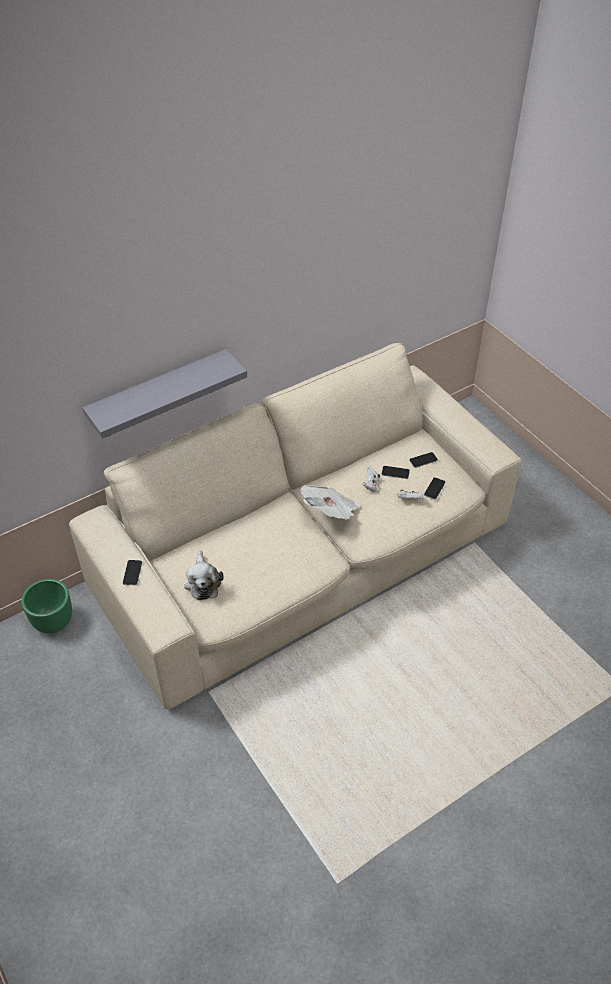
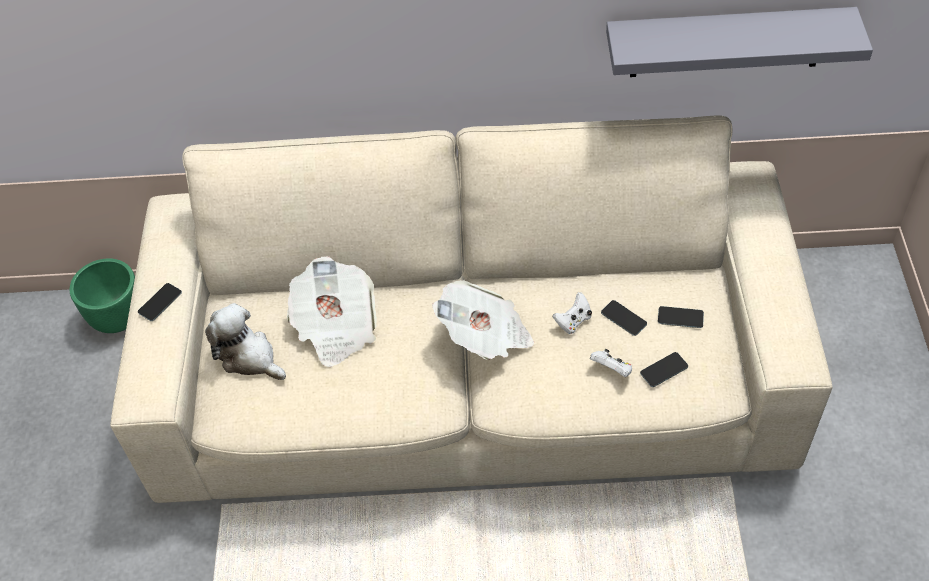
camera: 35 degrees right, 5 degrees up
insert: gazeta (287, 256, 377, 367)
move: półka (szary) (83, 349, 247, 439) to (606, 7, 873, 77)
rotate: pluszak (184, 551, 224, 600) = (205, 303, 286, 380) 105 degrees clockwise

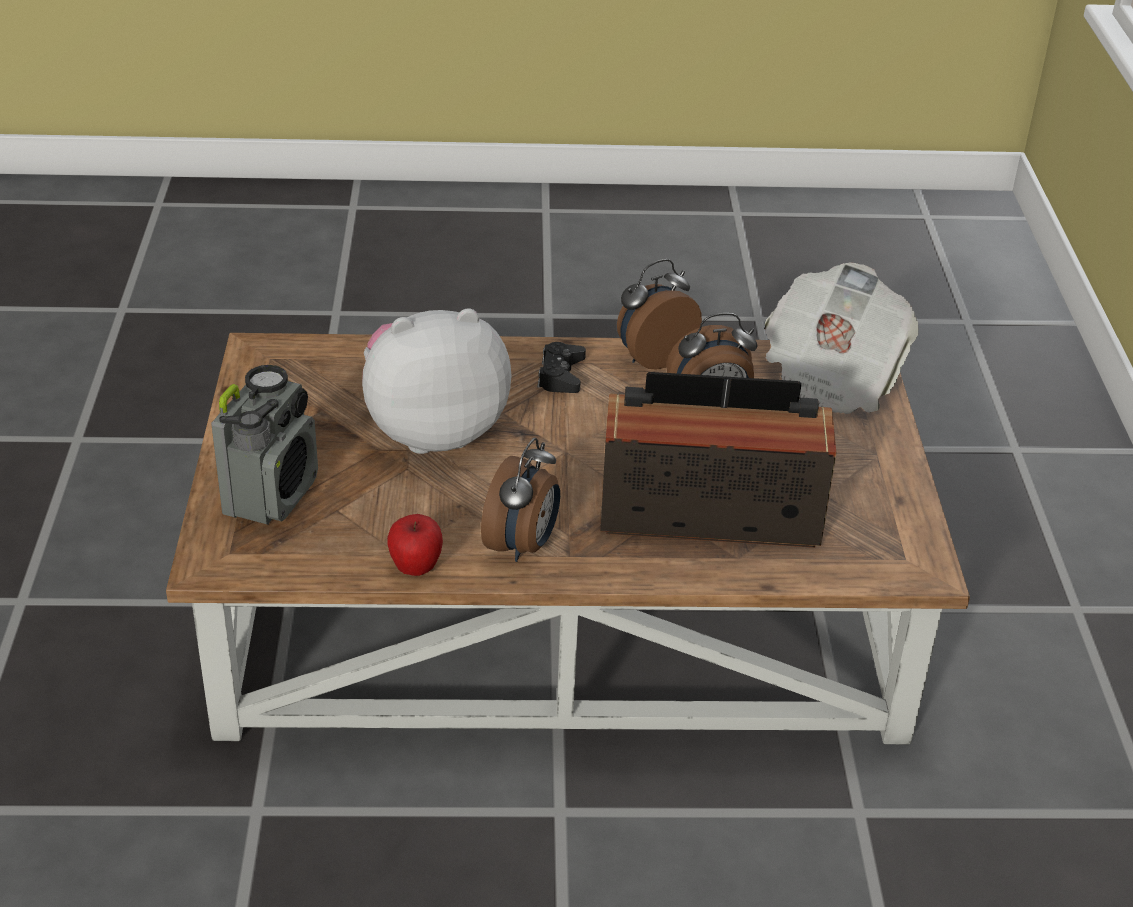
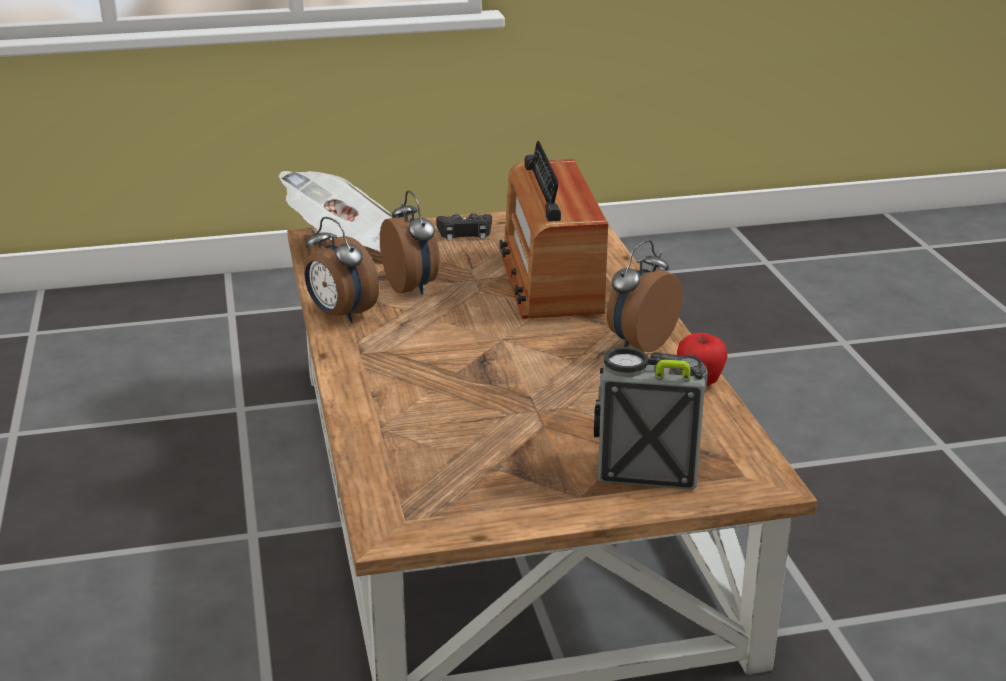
camera: 100 degrees left, 10 degrees down
delete: pluszak (362, 308, 512, 454)
move: pad do gier (czarny) (537, 342, 586, 393) to (436, 213, 492, 240)
rotate: budzik (481, 438, 560, 562) = (607, 240, 683, 352) 60 degrees counterclockwise

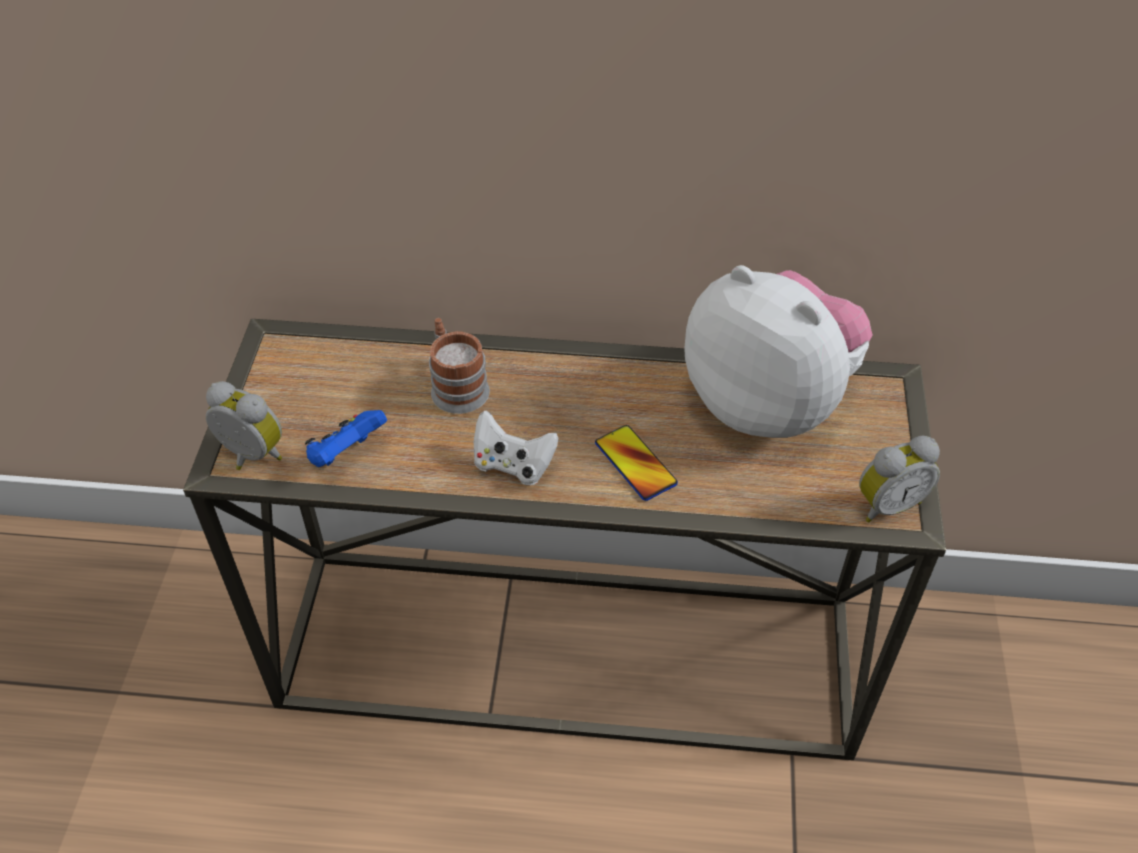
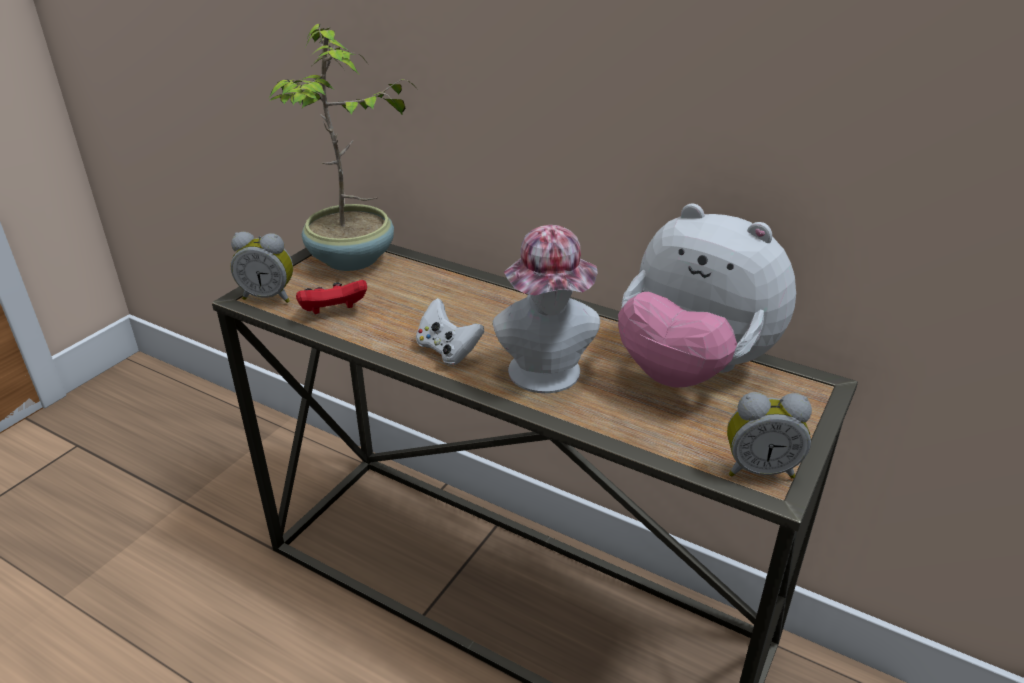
camera: 25 degrees right, 15 degrees down
delete: kubek (429, 318, 490, 414)
insert: roślina doniczkowa (269, 24, 416, 271)
replace: telefon (595, 425, 678, 501) to kapelusz (493, 225, 600, 393)
recolor: pad do gier (niebieski) (305, 410, 387, 467) to pad do gier (czerwony) (296, 280, 367, 314)
rotate: budzik (206, 381, 282, 470) = (230, 232, 293, 303) 135 degrees clockwise; pluszak (684, 265, 873, 438) = (618, 203, 796, 387) 150 degrees clockwise

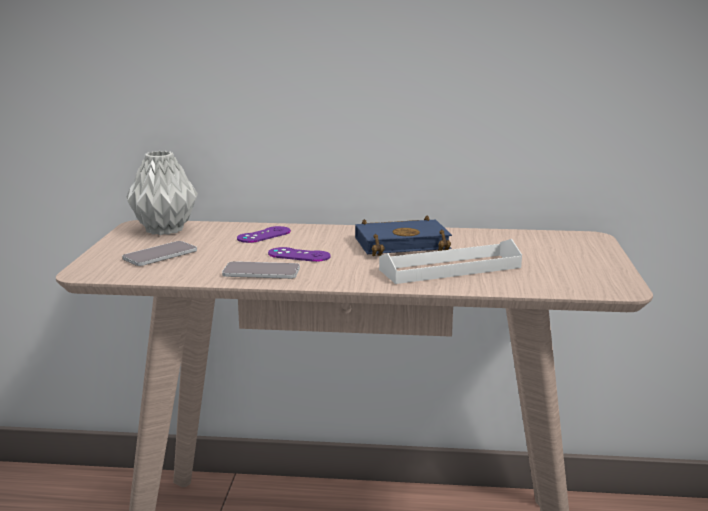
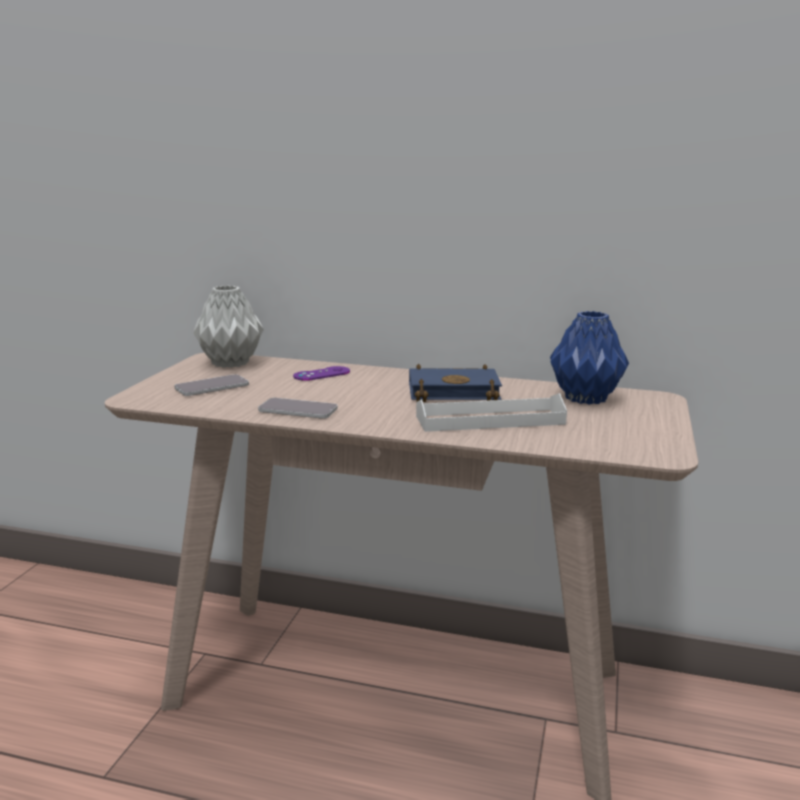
camera: 10 degrees right, 0 degrees up
delete: pad do gier (fioletowy) (268, 247, 331, 262)
insert: wazon (niebieski) (550, 311, 629, 405)

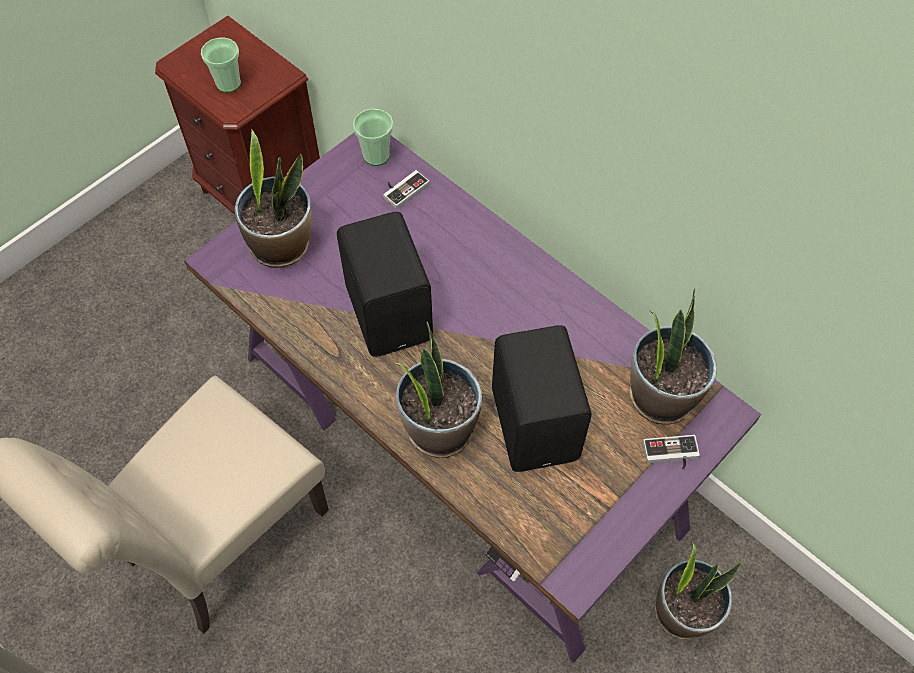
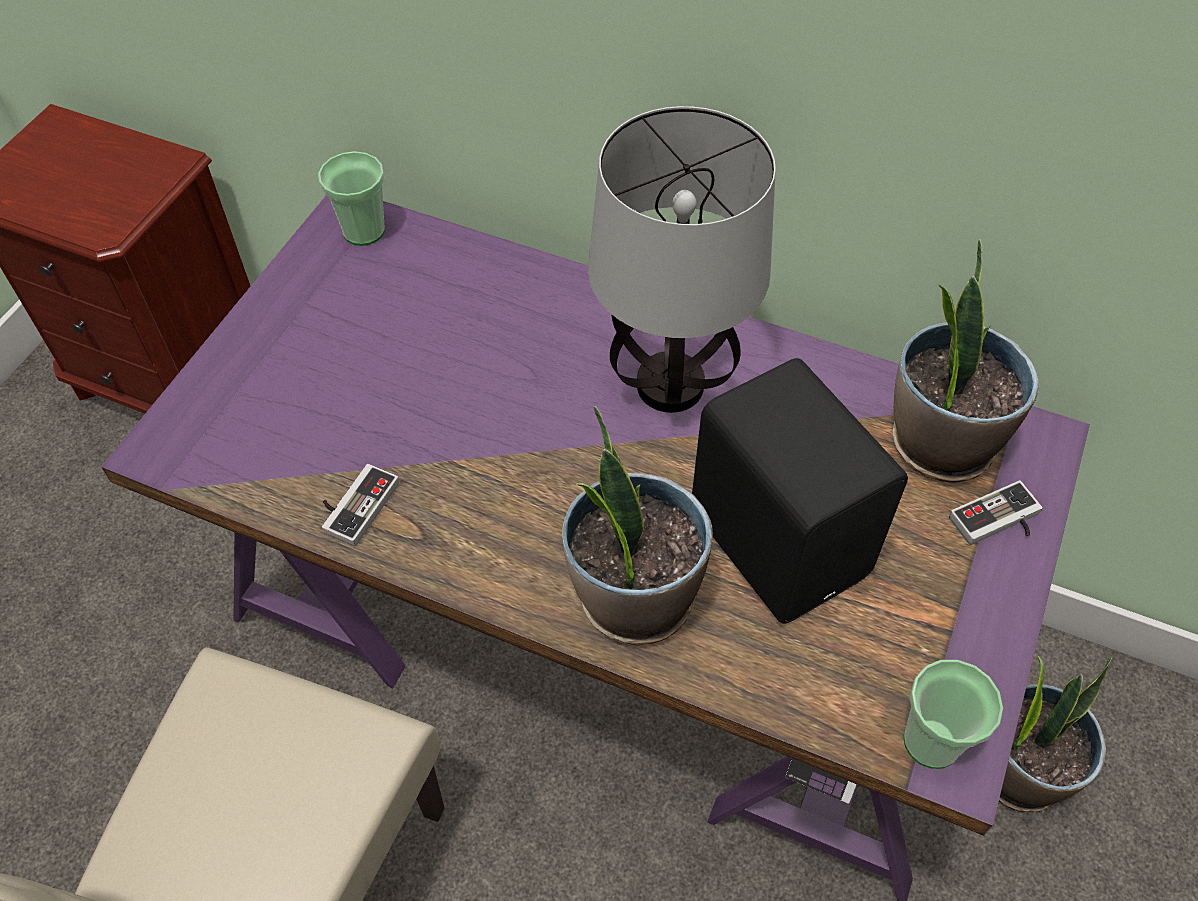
camera: 20 degrees left, 5 degrees down
delete: roślina doniczkowa (235, 130, 312, 268); głośnik (czarny) (337, 211, 433, 357)
insert: lampa stołowa (588, 106, 776, 413)
move: filiżanka (201, 37, 241, 93) to (903, 660, 1003, 769); pad do gier (383, 170, 430, 209) to (322, 464, 399, 546)

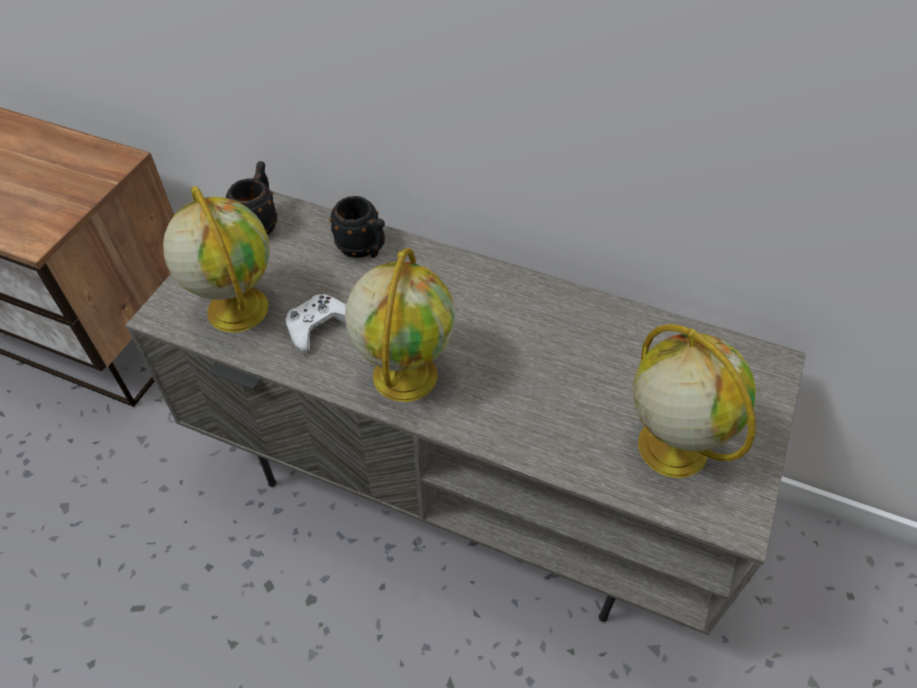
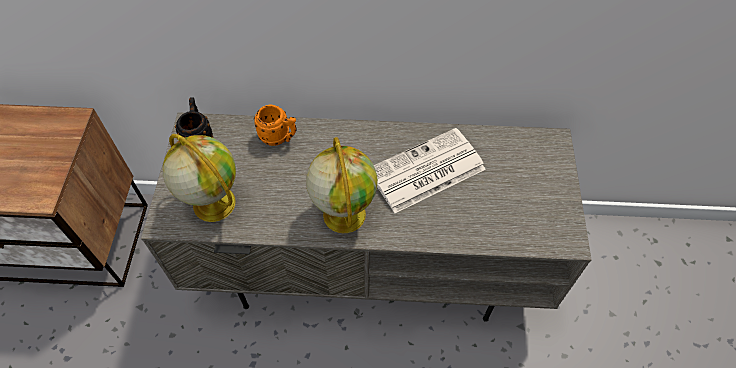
camera: 20 degrees left, 5 degrees up
delete: pad do gier (biały) (286, 294, 346, 354); globus (633, 324, 756, 478)
insert: gazeta (374, 128, 486, 213)
recolor: kubek (czarny) (329, 196, 385, 258) to kubek (pomarańczowy) (254, 105, 296, 146)

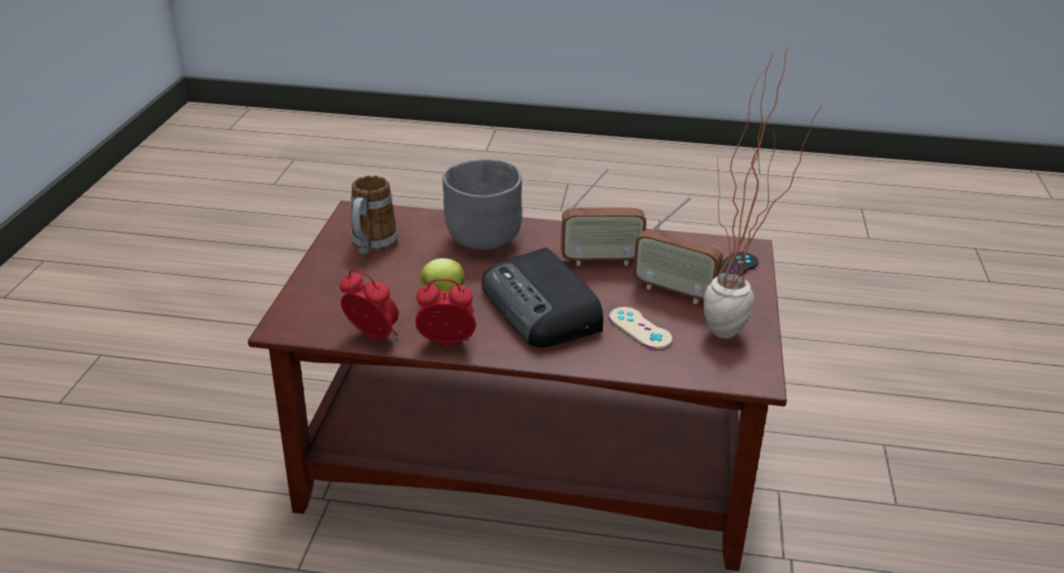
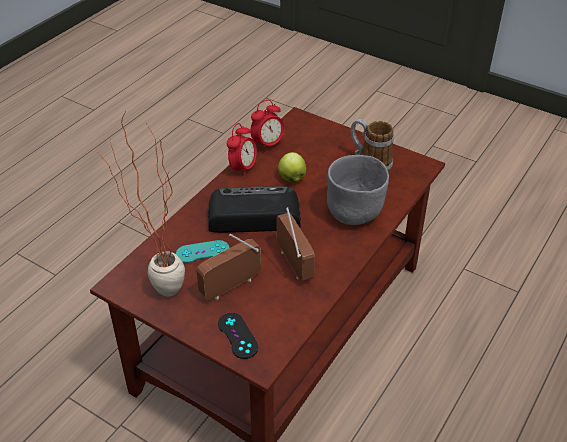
camera: 115 degrees right, 10 degrees up
recolor: pad do gier (beżowy) (609, 307, 672, 349) to pad do gier (turkusowy) (176, 240, 229, 263)
rotate: radio (561, 167, 647, 266) = (277, 207, 315, 282) 135 degrees clockwise

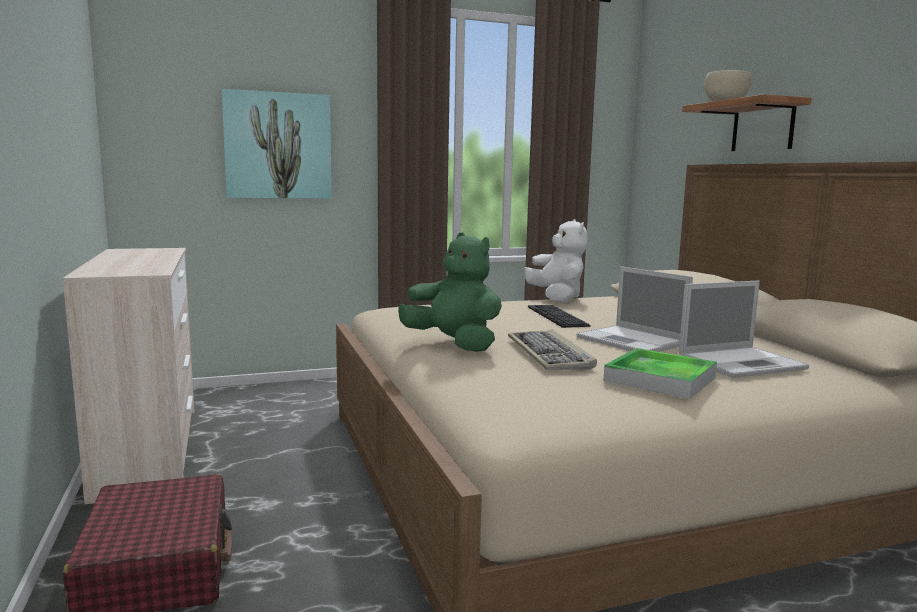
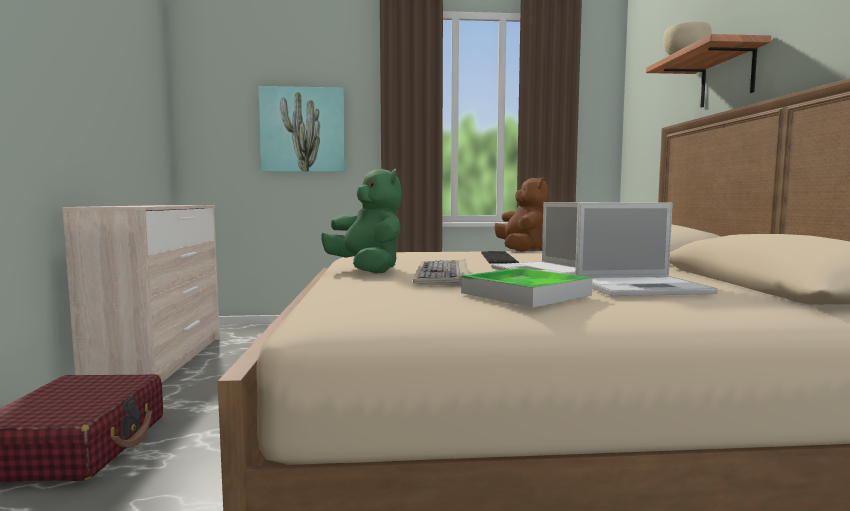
camera: 15 degrees right, 5 degrees down
recolor: pluszak (biały) (524, 219, 588, 303) to pluszak (brązowy) (494, 177, 548, 252)

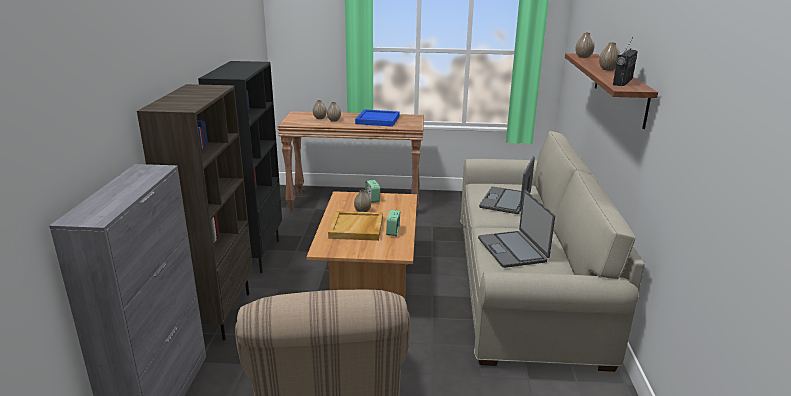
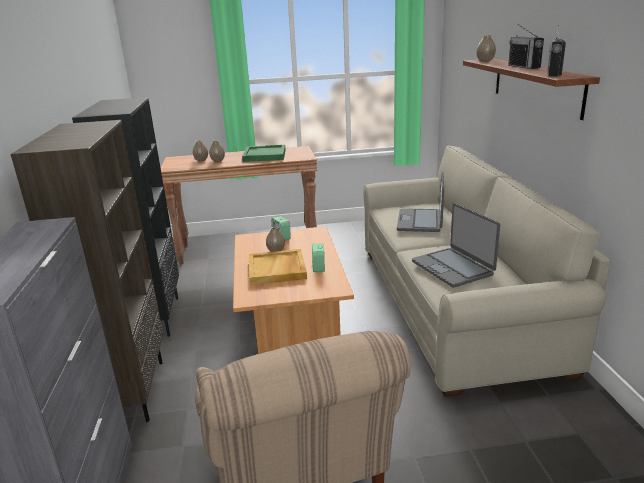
camera: 10 degrees left, 0 degrees up
replace: wazon (599, 42, 620, 71) to radio (508, 24, 544, 69)
recolor: taca (niebieski) (355, 109, 400, 127) to taca (zielony) (242, 145, 286, 162)

